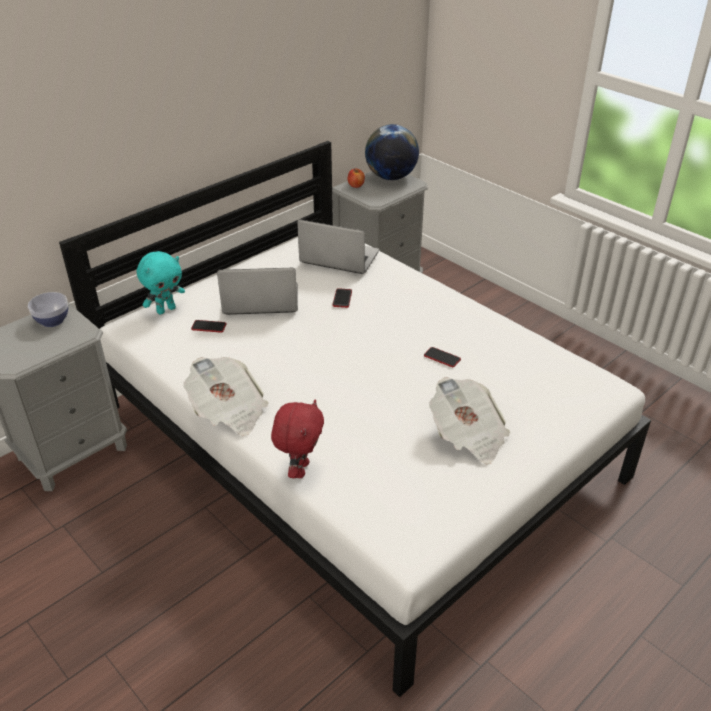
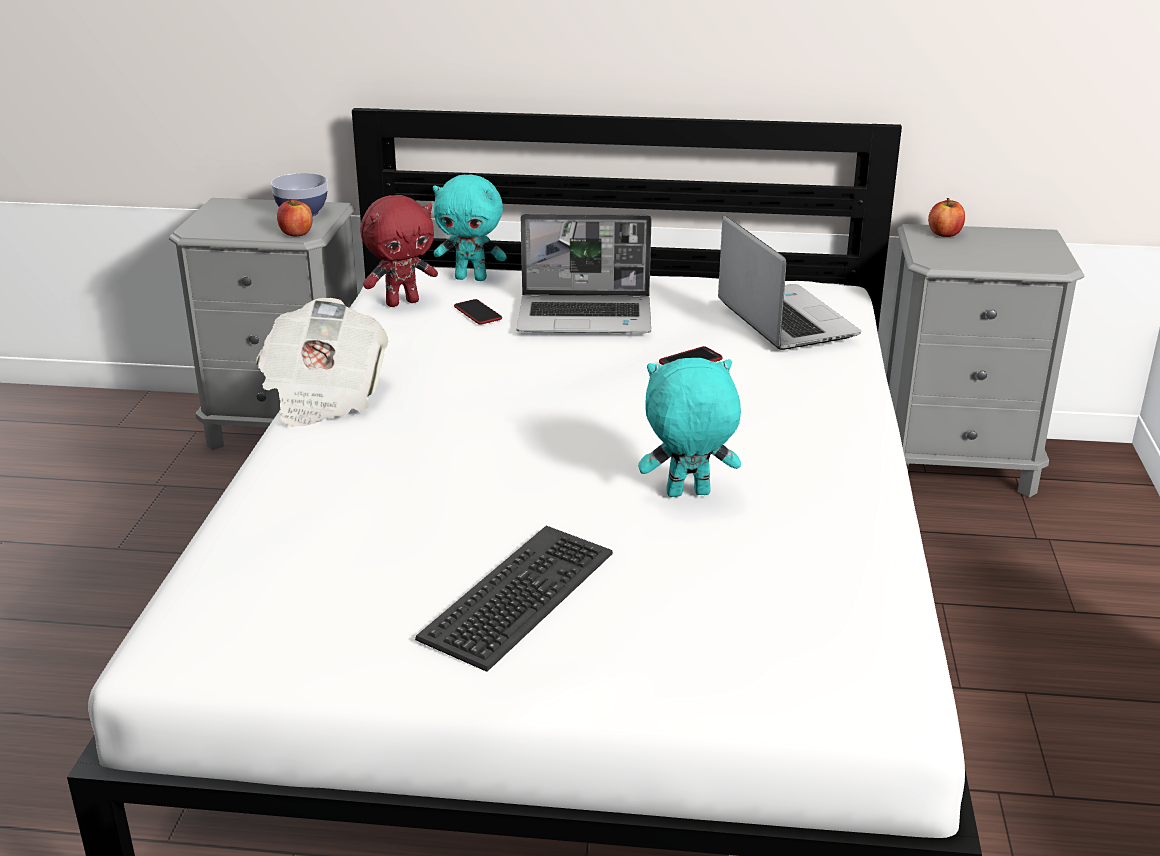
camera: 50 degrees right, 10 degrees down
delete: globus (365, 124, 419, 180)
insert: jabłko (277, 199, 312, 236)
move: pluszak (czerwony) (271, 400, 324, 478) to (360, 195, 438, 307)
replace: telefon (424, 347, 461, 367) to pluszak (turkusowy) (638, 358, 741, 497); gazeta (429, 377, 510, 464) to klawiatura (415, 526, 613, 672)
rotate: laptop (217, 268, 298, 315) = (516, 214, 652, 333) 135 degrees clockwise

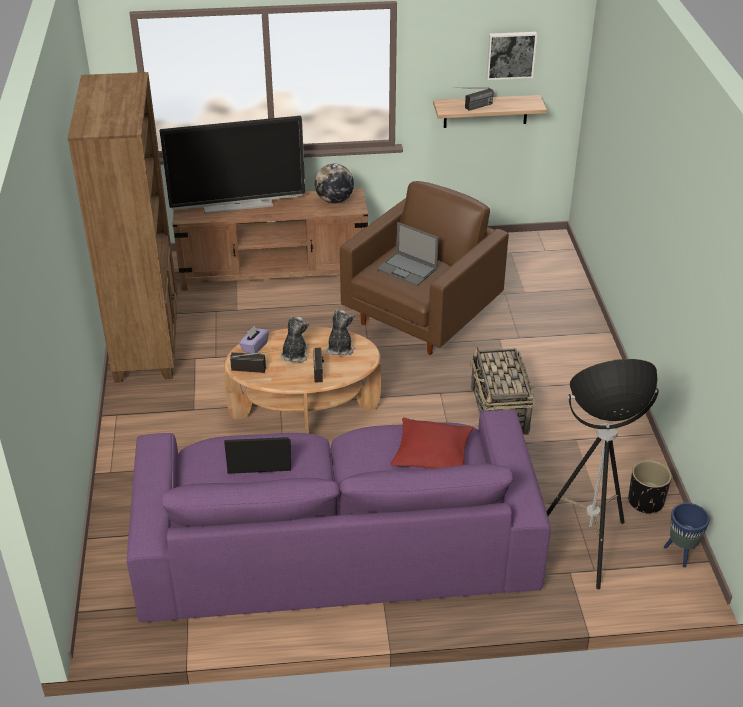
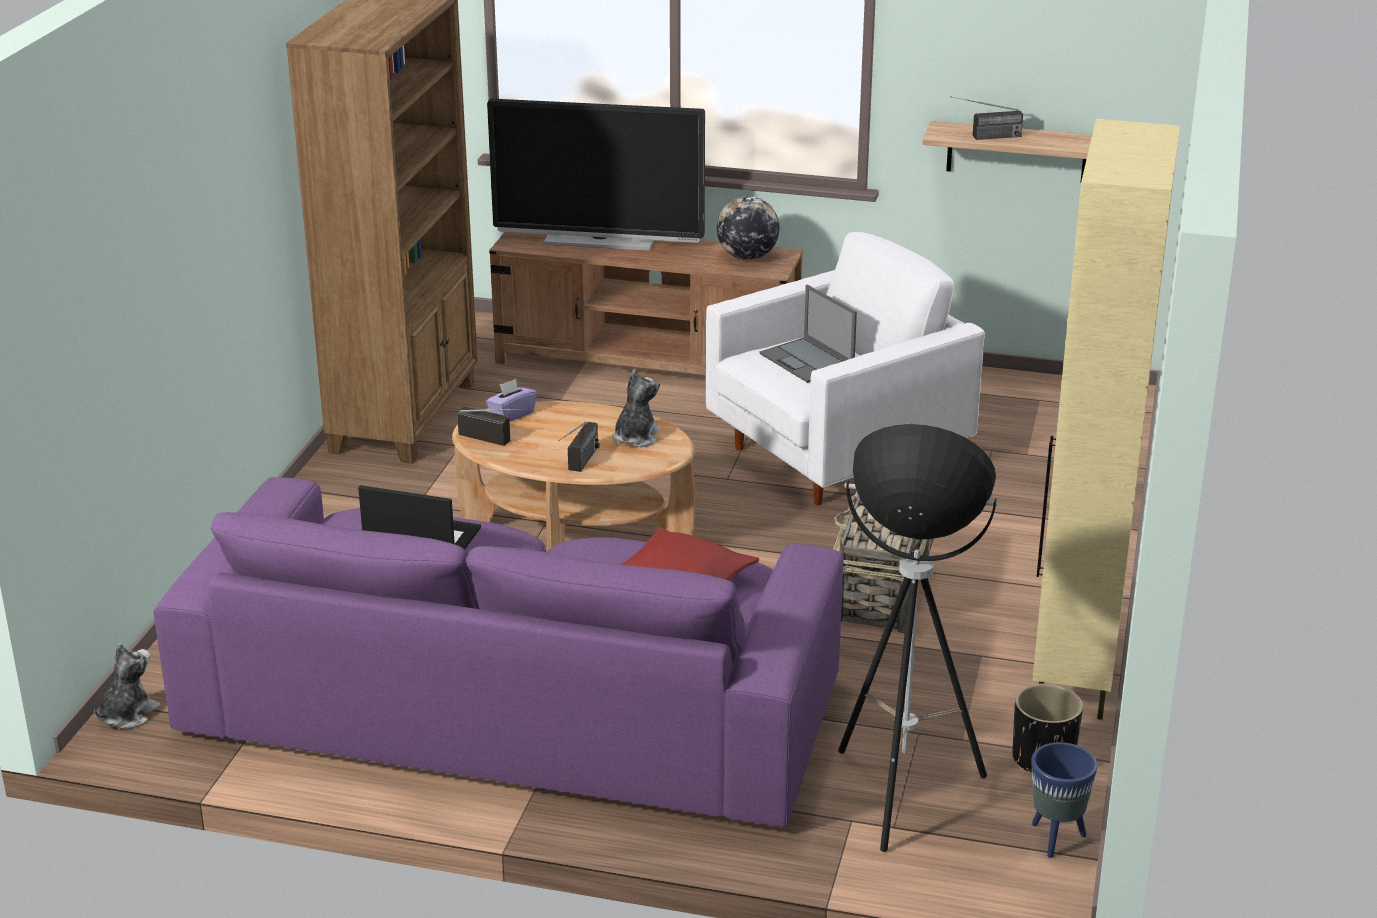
camera: 20 degrees right, 10 degrees down
delete: obraz (486, 32, 537, 80)
insert: szafka (beżowy) (1032, 119, 1180, 720)
move: pluszak (281, 316, 309, 363) to (94, 643, 160, 729)
recolor: fotel (brązowy) (340, 181, 509, 355) to fotel (biały) (706, 232, 985, 505)

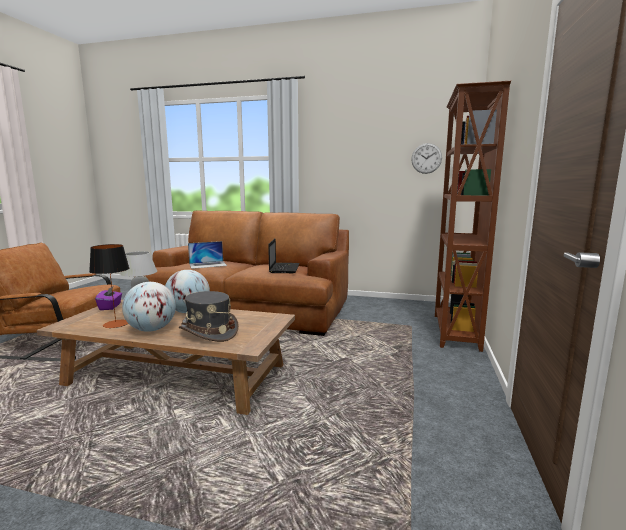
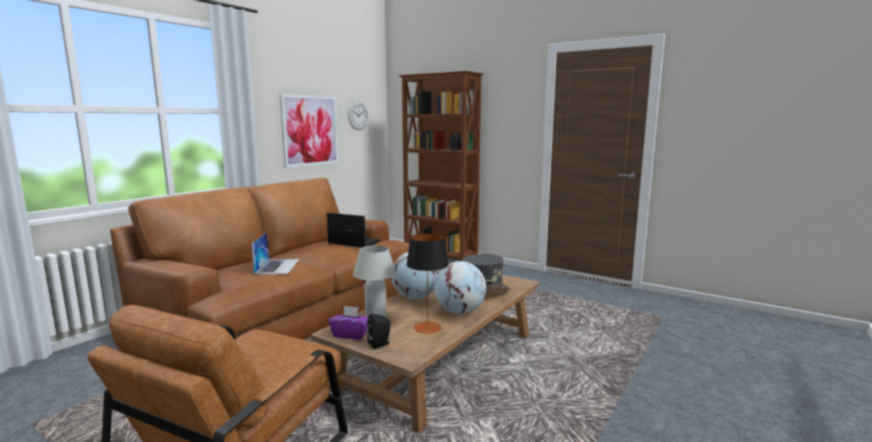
camera: 70 degrees left, 0 degrees up
insert: obraz (280, 94, 339, 168); głośnik (czarny) (367, 314, 391, 349)

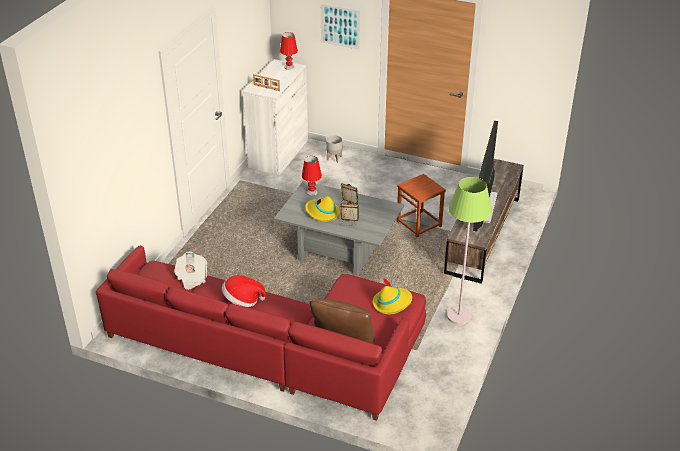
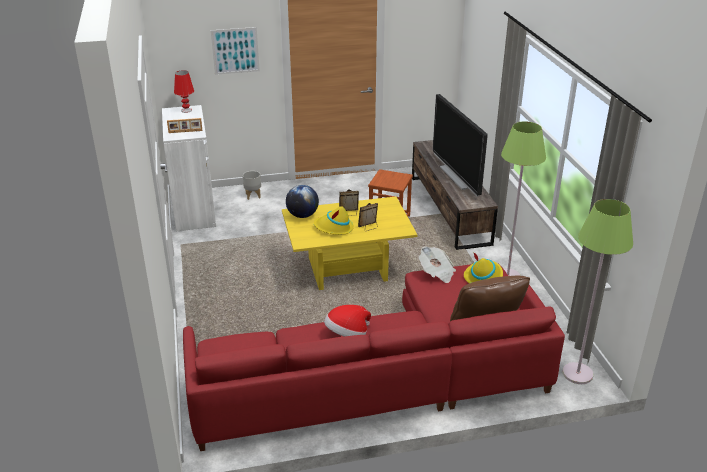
camera: 35 degrees left, 5 degrees down
insert: lampa stojąca (zielony) (563, 199, 633, 384)
move: gazeta (174, 251, 207, 290) to (419, 246, 456, 283)
replace: lampa stołowa (czerwony) (302, 156, 322, 196) to globus (286, 185, 319, 218)
recolor: ława (szary) (274, 181, 404, 276) to ława (żółty) (282, 196, 417, 290)

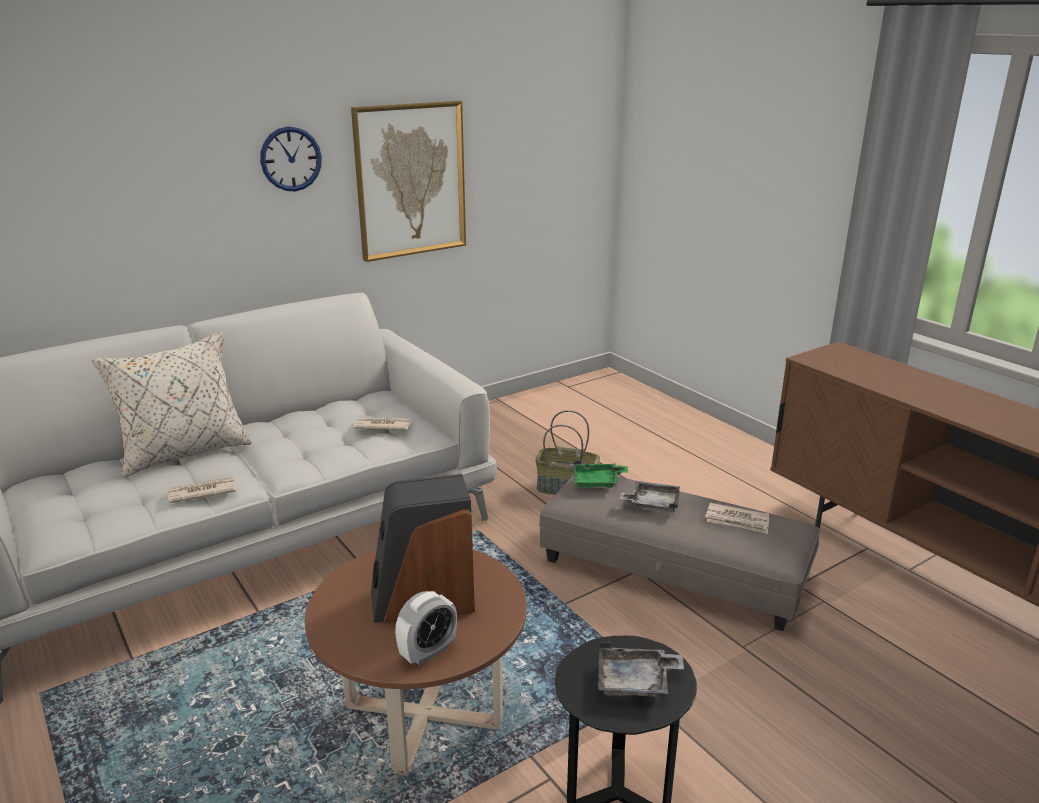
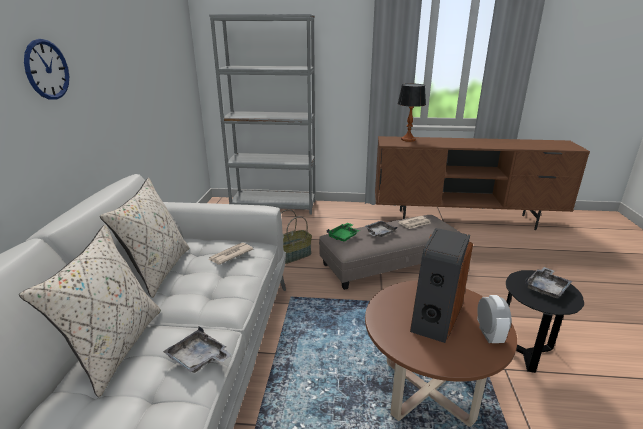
camera: 50 degrees left, 0 degrees up
delete: obraz (351, 101, 466, 262)
insert: poduszka (beżowy) (100, 178, 190, 298); regał (szary) (209, 14, 315, 215); lampa stołowa (398, 84, 426, 142)
replace: gazeta (167, 477, 236, 503) to taca (szary) (163, 326, 232, 373)

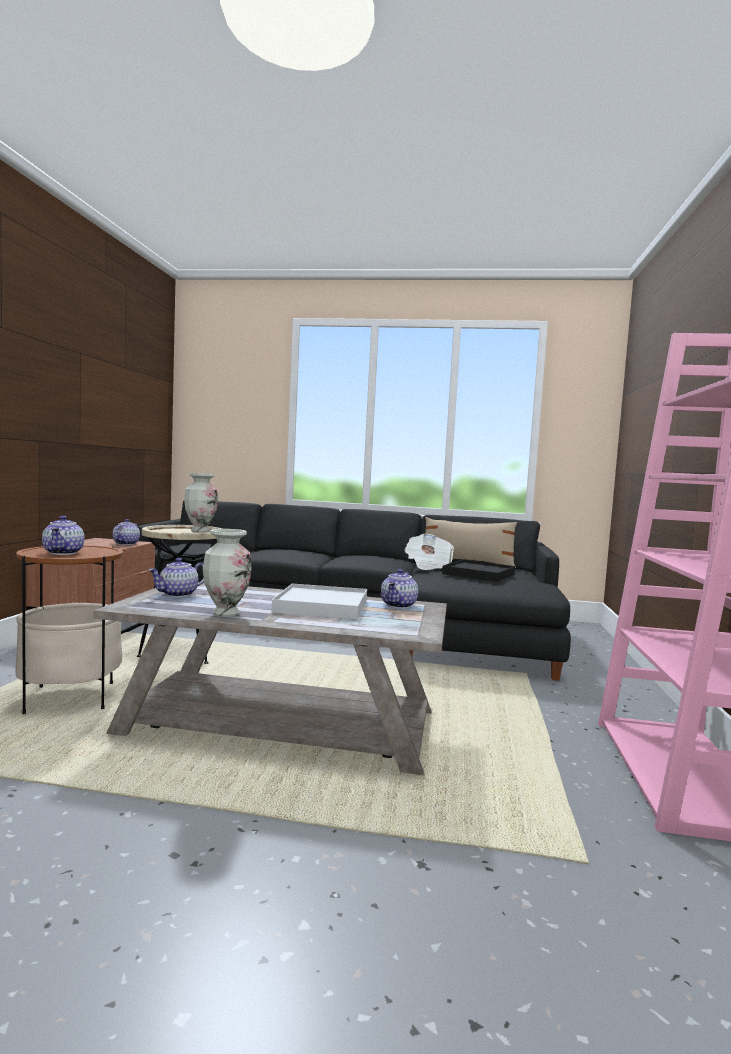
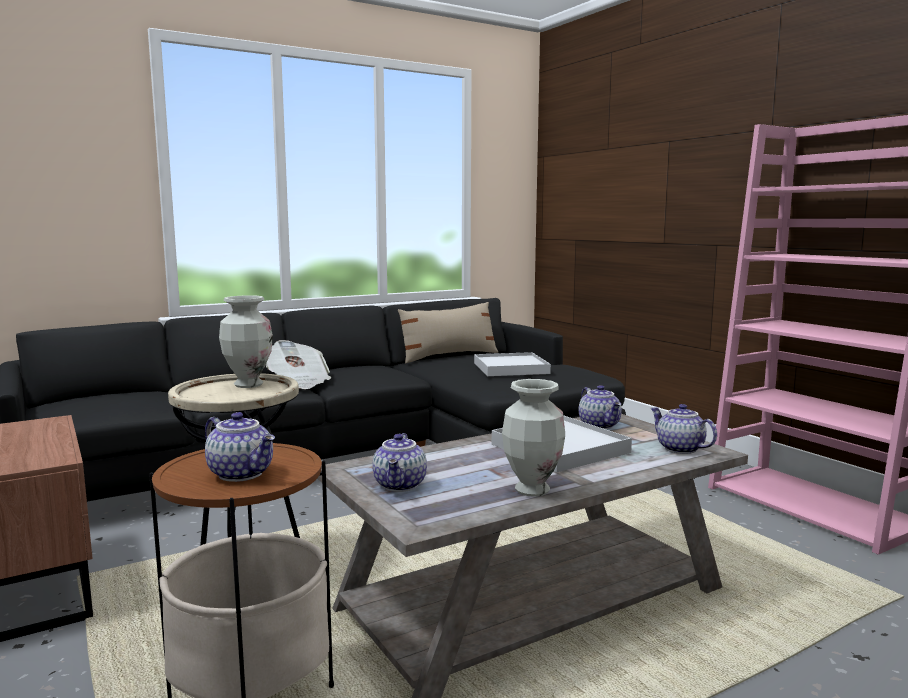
camera: 40 degrees left, 5 degrees up
move: imbryk (113, 519, 140, 545) to (650, 404, 717, 454); gazeta (404, 534, 454, 570) to (266, 340, 331, 389)
recolor: taca (czarny) (442, 560, 515, 582) to taca (biały) (474, 352, 551, 376)

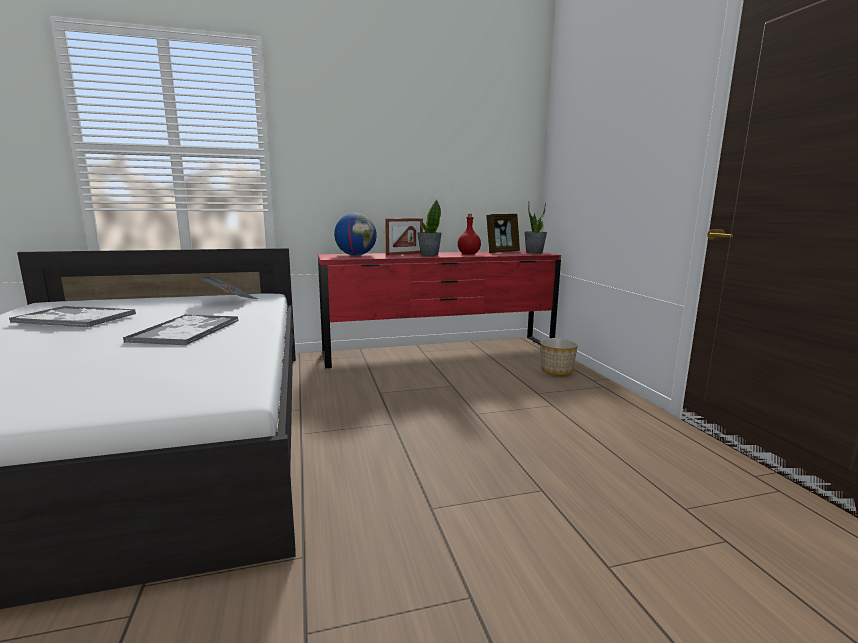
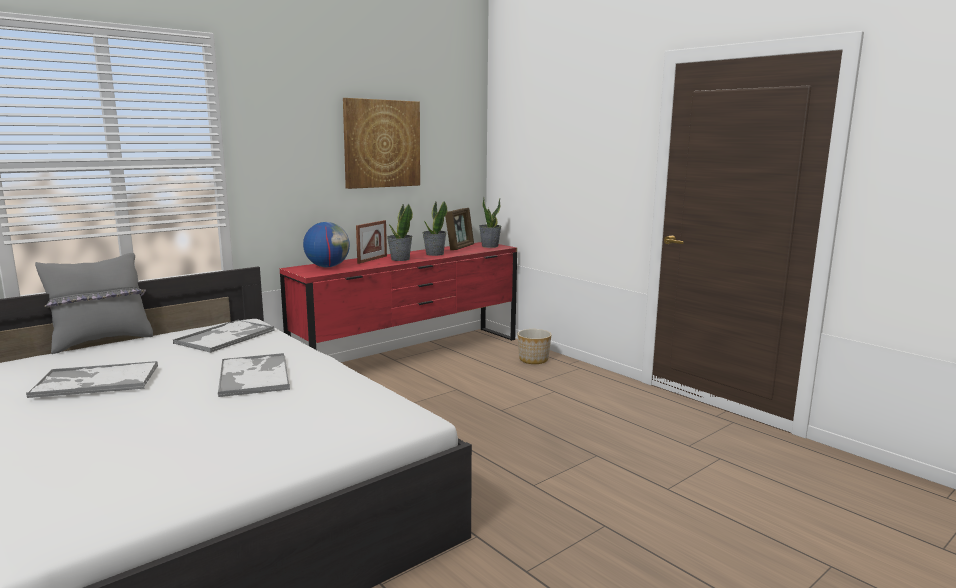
camera: 25 degrees left, 0 degrees up
insert: poduszka (szary) (35, 253, 153, 354); obraz (343, 98, 420, 189)
replace: gazeta (200, 276, 258, 299) to taca (173, 319, 275, 353); butelka (czerwony) (458, 214, 481, 255) to roślina doniczkowa (422, 200, 447, 256)

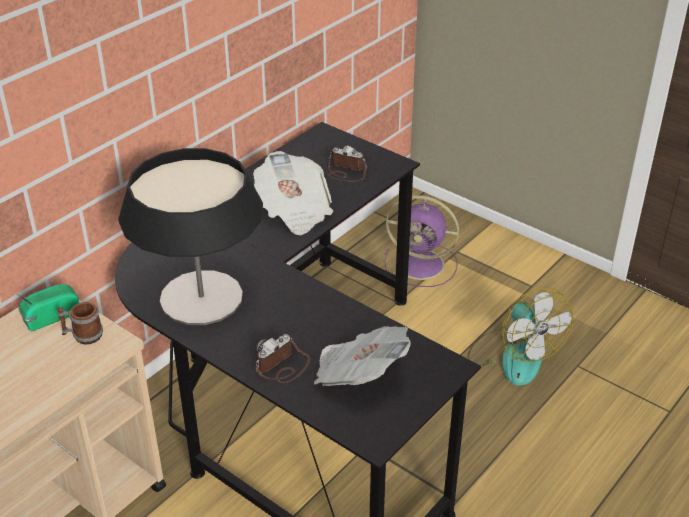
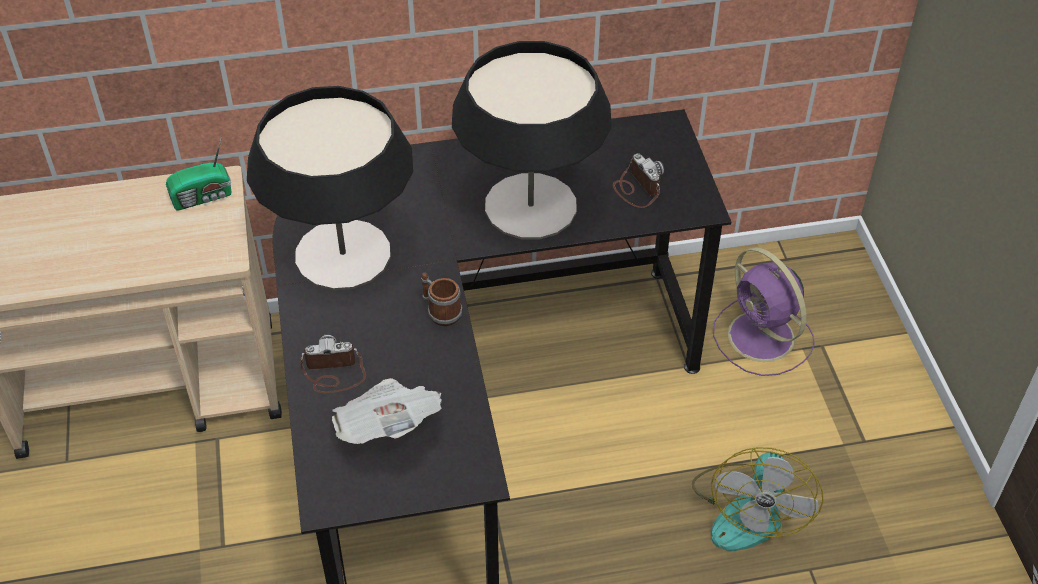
camera: 40 degrees right, 10 degrees up
move: kubek (57, 302, 103, 345) to (421, 273, 462, 326)
replace: gazeta (253, 151, 333, 235) to lampa stołowa (452, 41, 612, 239)
rotate: radio (16, 284, 79, 331) = (166, 136, 232, 211) 150 degrees clockwise

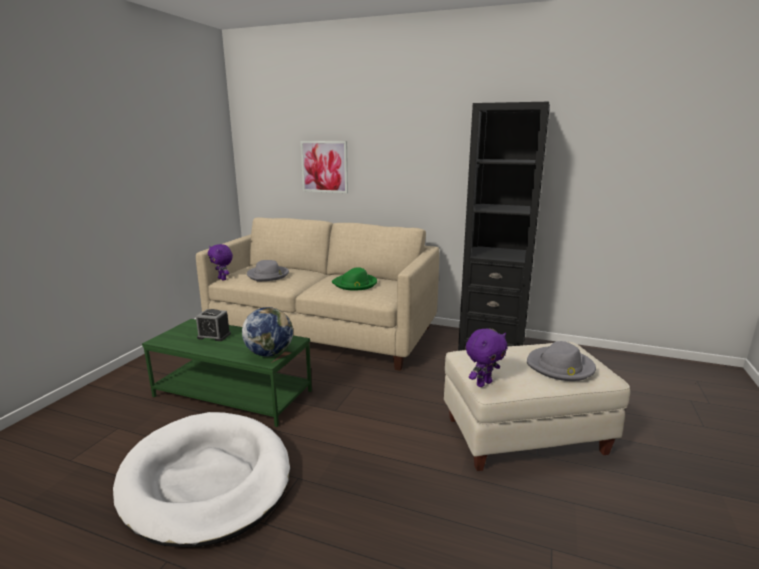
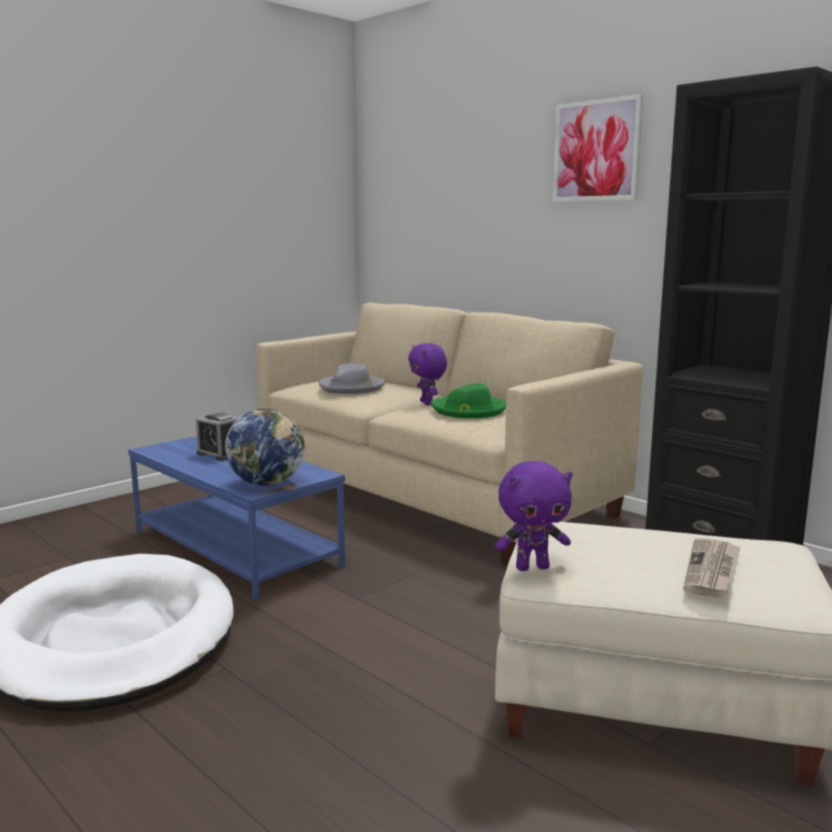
camera: 25 degrees right, 5 degrees down
move: pluszak (fioletowy) (208, 244, 233, 280) to (408, 343, 447, 405); obraz (300, 141, 348, 193) to (553, 94, 643, 202)
replace: kapelusz (szary) (527, 341, 596, 381) to gazeta (683, 538, 740, 598)
recolor: ława (zielony) (142, 319, 312, 427) to ława (niebieski) (128, 436, 345, 600)

